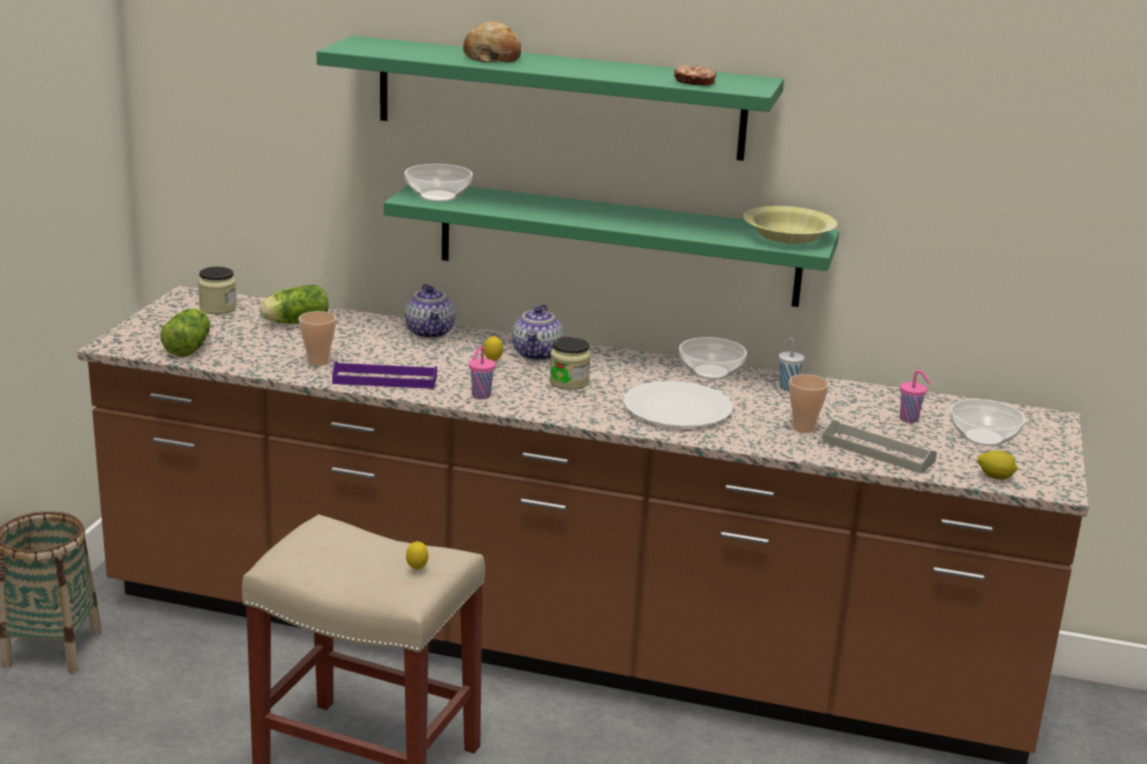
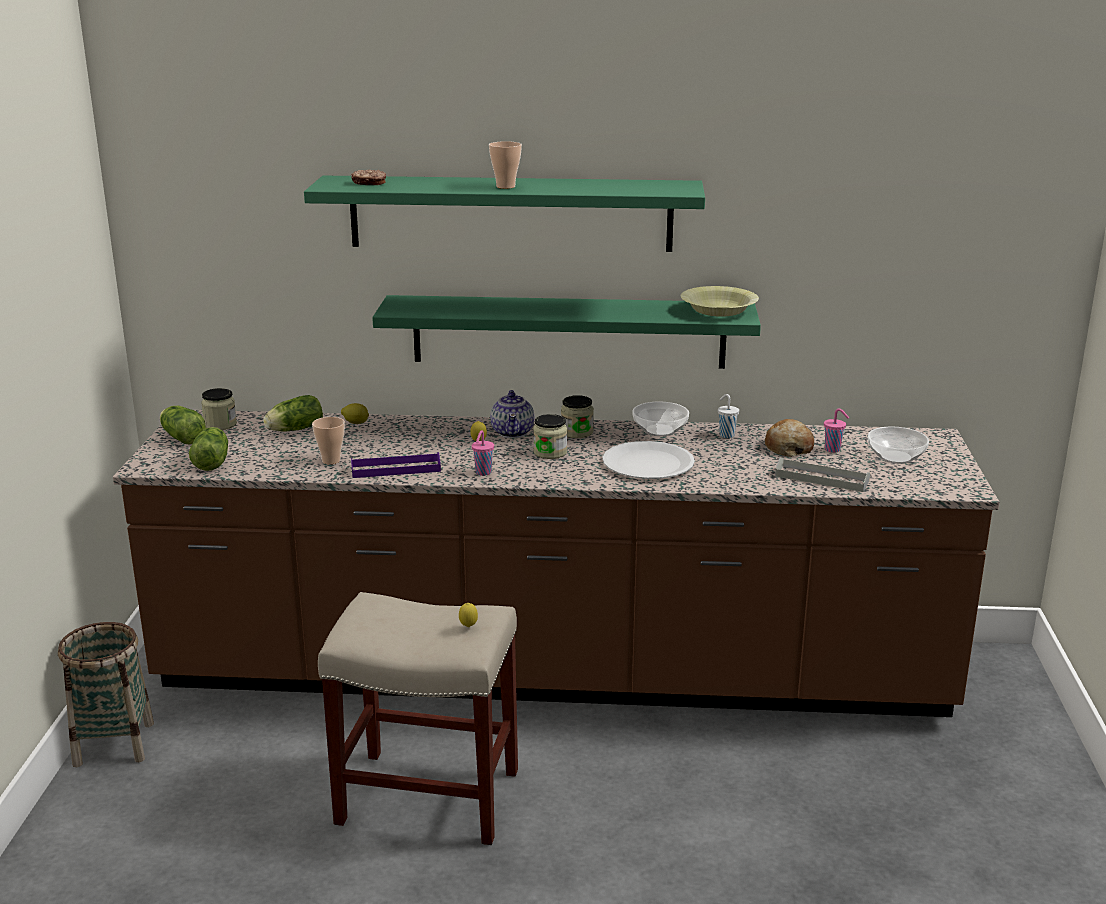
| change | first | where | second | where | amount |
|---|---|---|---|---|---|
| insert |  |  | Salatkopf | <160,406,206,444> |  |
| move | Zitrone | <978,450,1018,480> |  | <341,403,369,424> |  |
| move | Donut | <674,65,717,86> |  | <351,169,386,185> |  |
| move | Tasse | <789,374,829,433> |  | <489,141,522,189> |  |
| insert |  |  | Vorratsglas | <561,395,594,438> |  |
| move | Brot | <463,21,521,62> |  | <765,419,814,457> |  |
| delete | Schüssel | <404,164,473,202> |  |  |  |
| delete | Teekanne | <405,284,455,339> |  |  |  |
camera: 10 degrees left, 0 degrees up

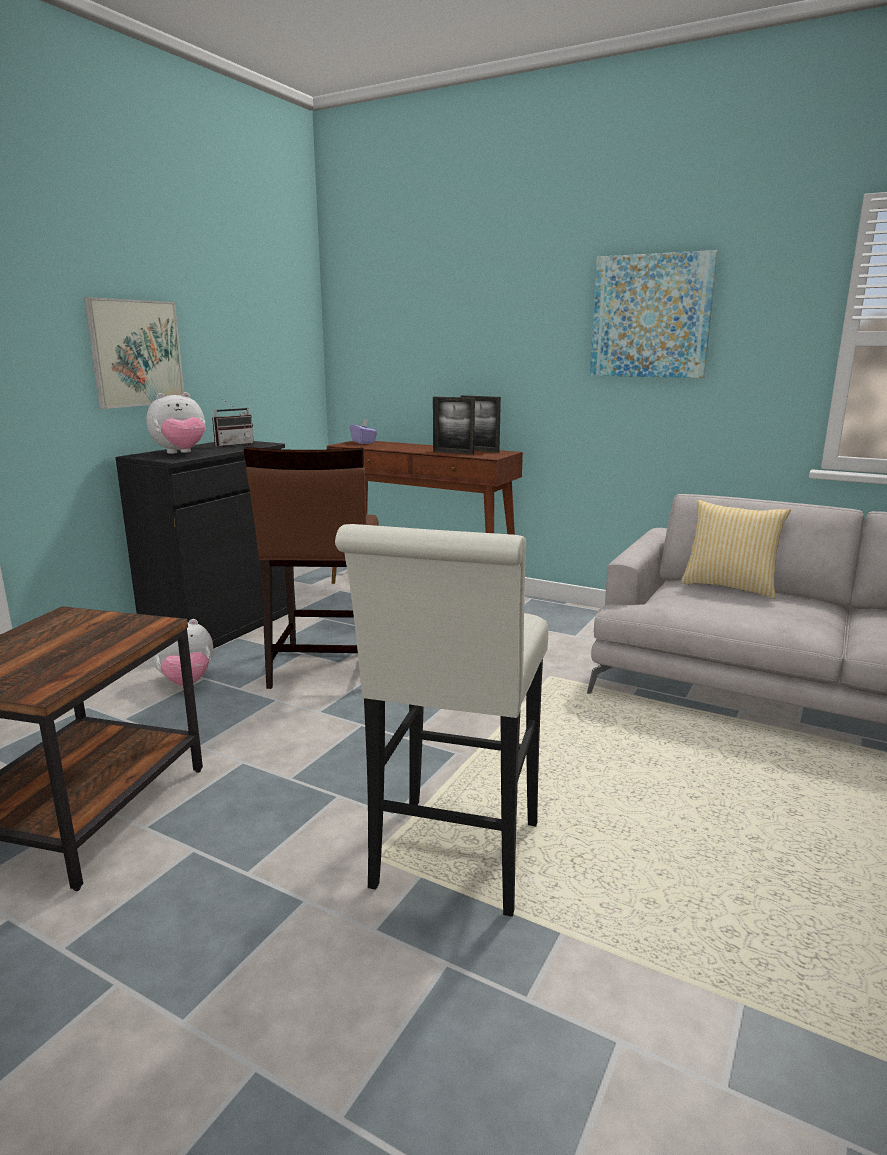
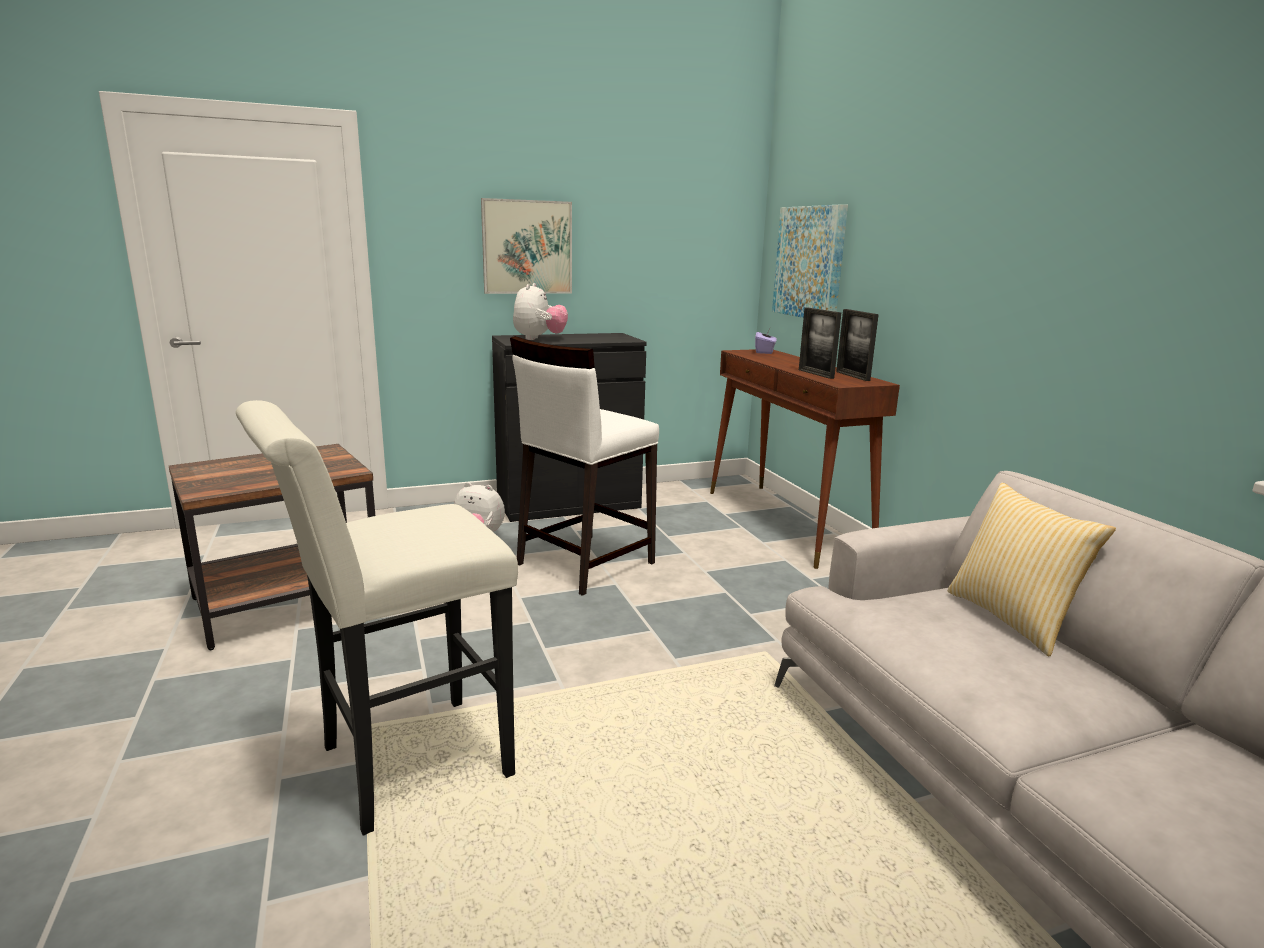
| change | first | where | second | where | amount |
|---|---|---|---|---|---|
| recolor | Hocker/braun | <244,447,379,689> | Hocker/weiß | <510,336,659,596> |  |
| rotate | Plüschtier | <146,392,205,454> |  | <513,283,568,340> | 90 degrees counterclockwise |
| move | Bild | <590,250,718,378> |  | <772,204,848,318> |  |
| delete | Radio | <212,398,254,447> |  |  |  |
camera: 40 degrees right, 0 degrees up

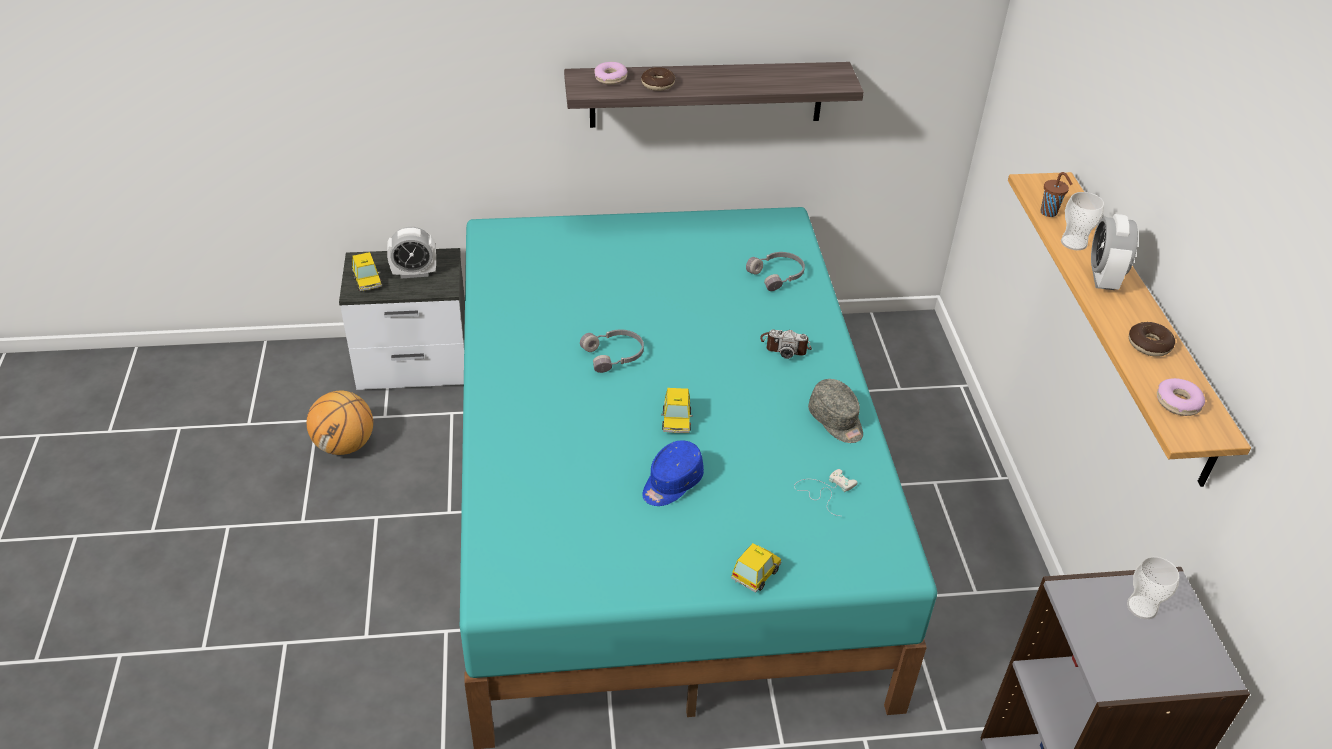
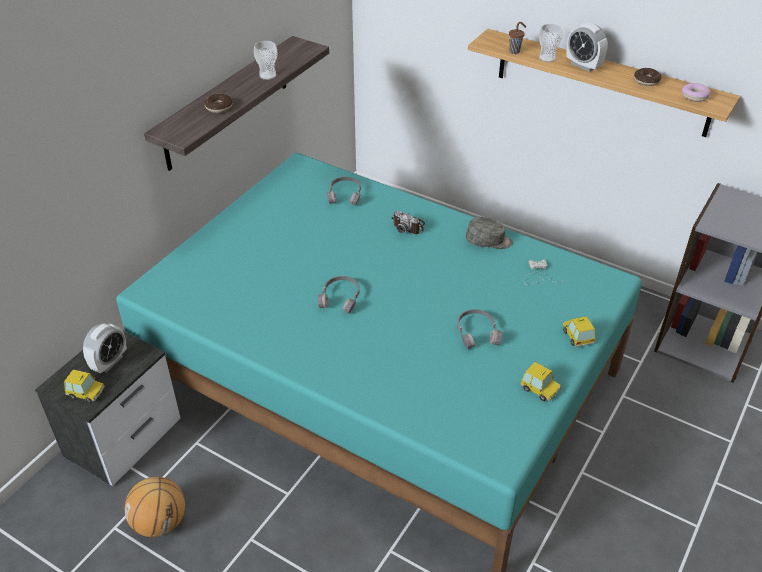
| change | first | where | second | where | amount |
|---|---|---|---|---|---|
| move | Tasse | <1127,557,1179,619> |  | <254,41,278,80> |  |
| rotate | Kamera | <760,329,812,359> |  | <392,211,425,234> | 75 degrees clockwise |
| replace | Kappe/blau | <642,440,704,506> | Kopfhörer/grau | <457,309,502,349> |  |
| move | Spielzeugauto | <661,388,693,433> |  | <520,362,561,401> |  |
| delete | Donut | <594,62,627,85> |  |  |  |
camera: 50 degrees left, 0 degrees up

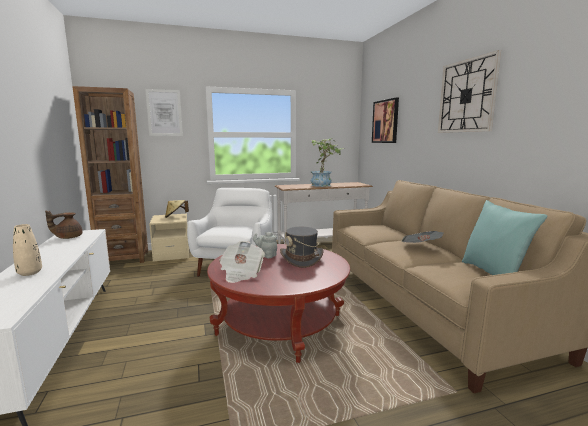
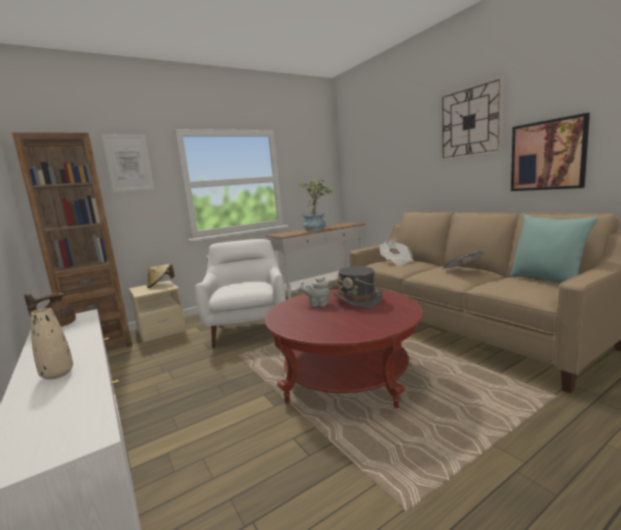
| change | first | where | second | where | amount |
|---|---|---|---|---|---|
| move | Zeitung | <219,241,265,283> |  | <379,241,413,265> |  |
| move | Bild | <372,98,399,143> |  | <511,113,590,191> |  |
camera: 15 degrees left, 0 degrees up

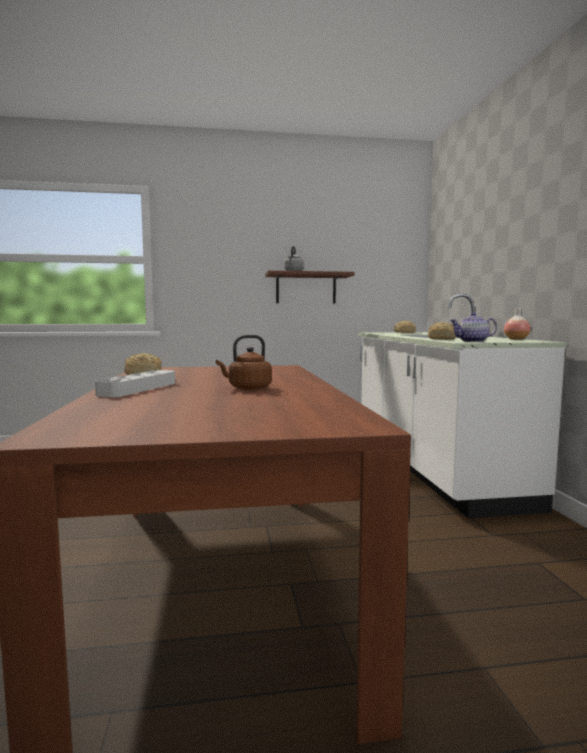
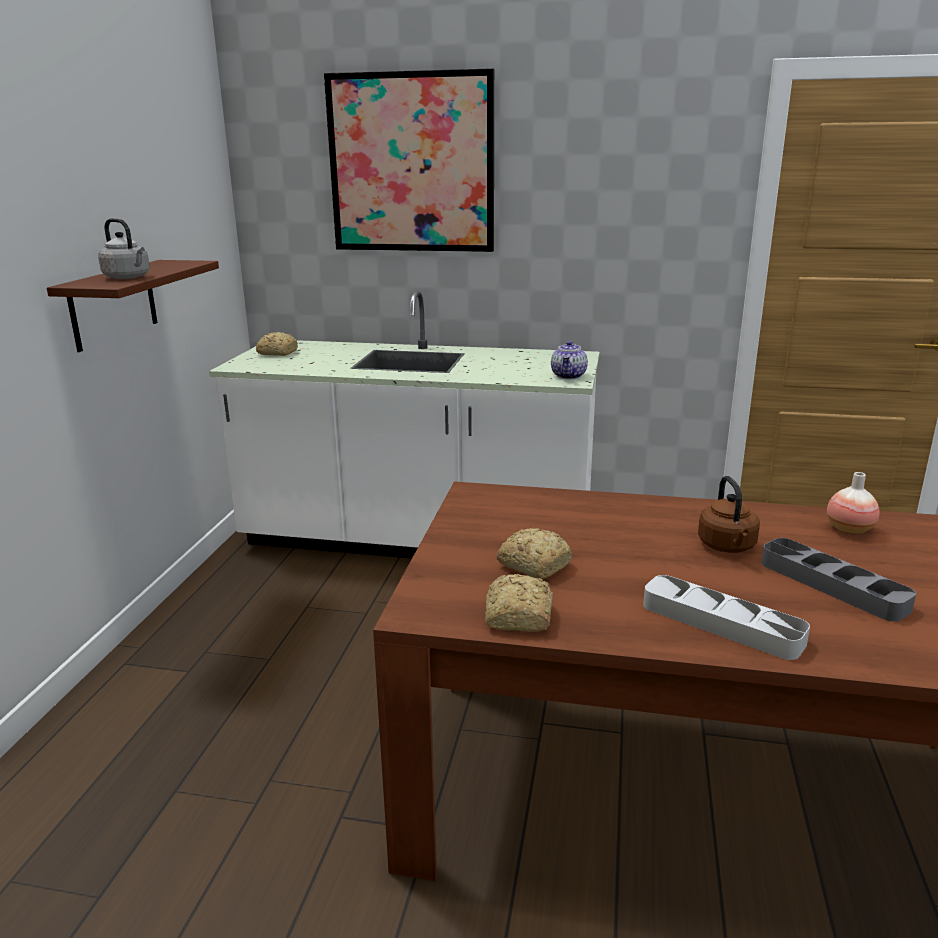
| change | first | where | second | where | amount |
|---|---|---|---|---|---|
| insert |  |  | Bild | <324,68,494,252> |  |
| move | Brot | <428,322,456,340> |  | <497,528,572,579> |  |
| insert |  |  | Tablett/grau | <761,538,916,622> |  |
| move | Vase | <504,308,530,340> |  | <827,472,879,535> |  |
camera: 70 degrees left, 15 degrees up

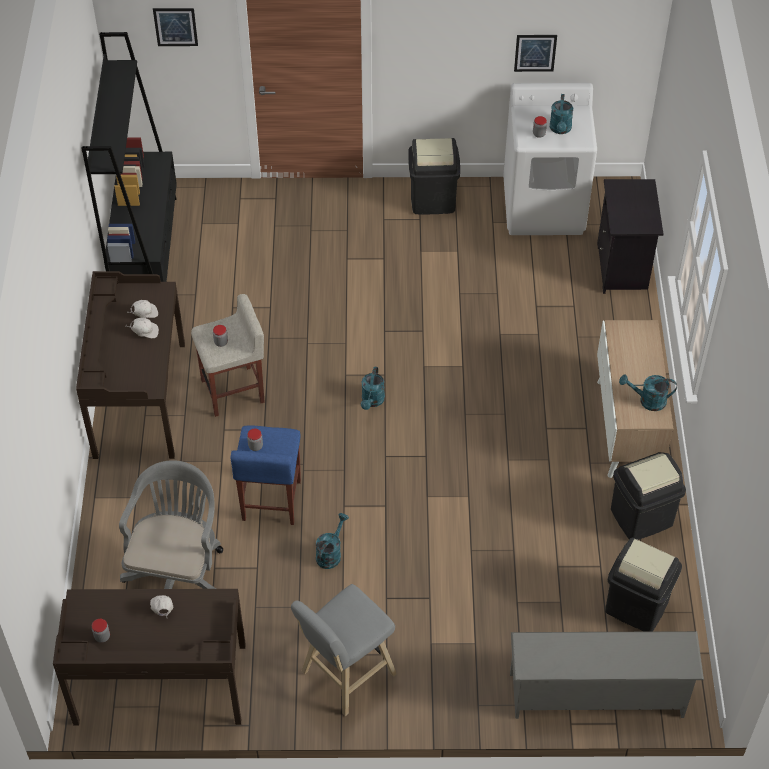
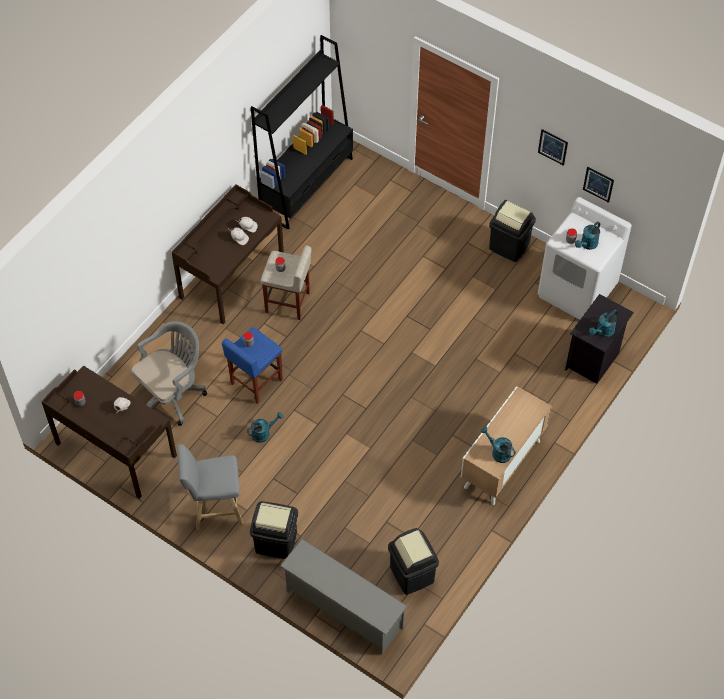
| change | first | where | second | where | amount |
|---|---|---|---|---|---|
| move | Mülleimer/schwarz | <611,452,686,540> |  | <250,501,298,559> |  |
| move | Bild | <153,8,198,46> |  | <538,129,568,166> |  |
| move | Gießkanne/türkis | <361,366,385,410> |  | <589,310,618,337> |  |
camera: 35 degrees right, 5 degrees up

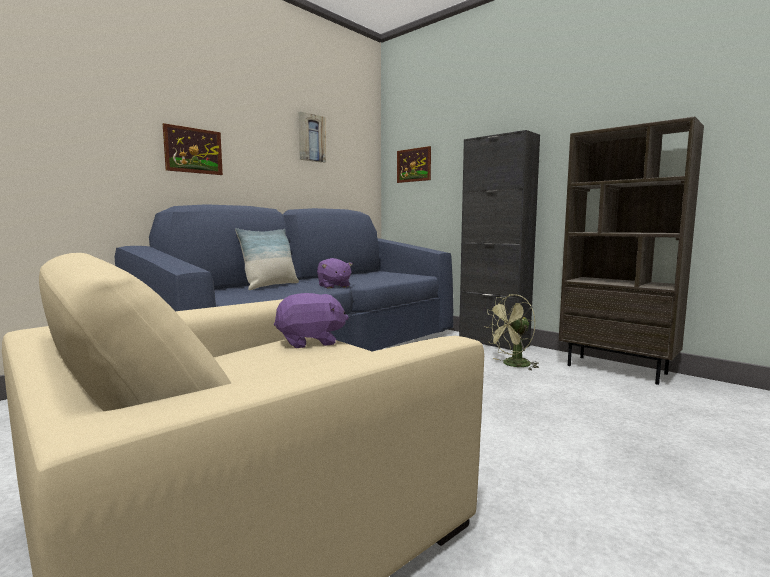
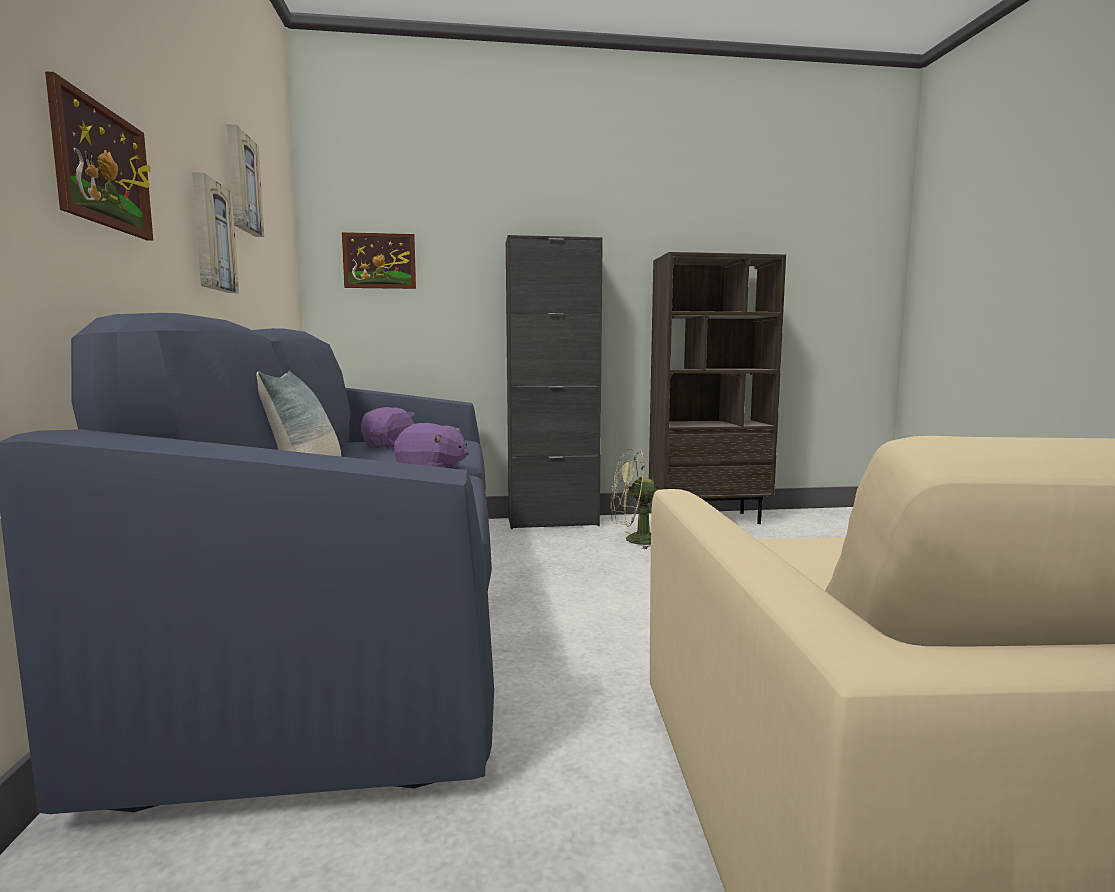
| change | first | where | second | where | amount |
|---|---|---|---|---|---|
| insert |  |  | Bild | <192,172,239,293> |  |
| move | Plüschtier/lila | <274,293,349,348> |  | <361,407,415,448> |  |
| rotate | Ventilator/grün | <484,294,538,371> |  | <610,449,658,549> | 75 degrees clockwise |
camera: 50 degrees left, 0 degrees up

